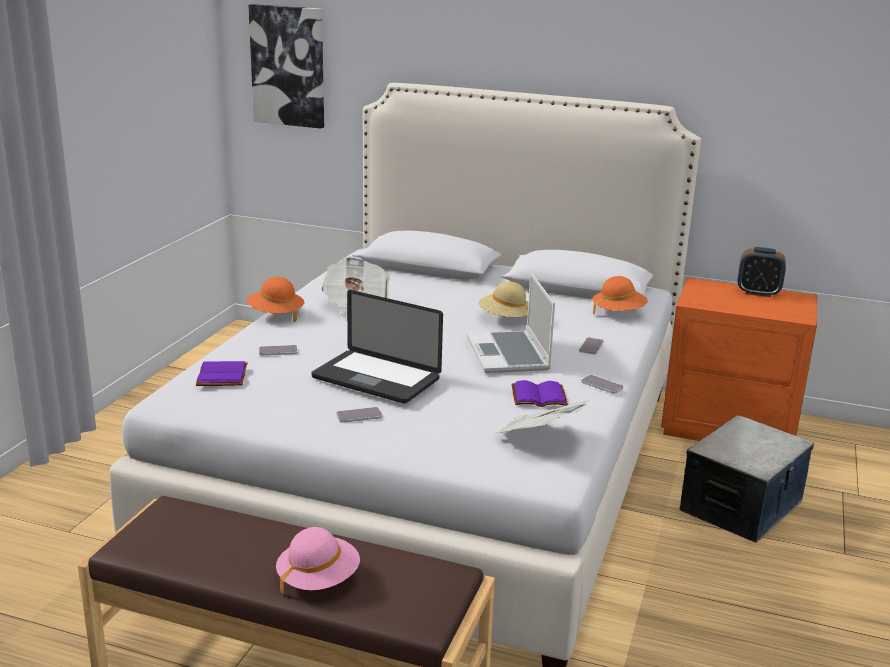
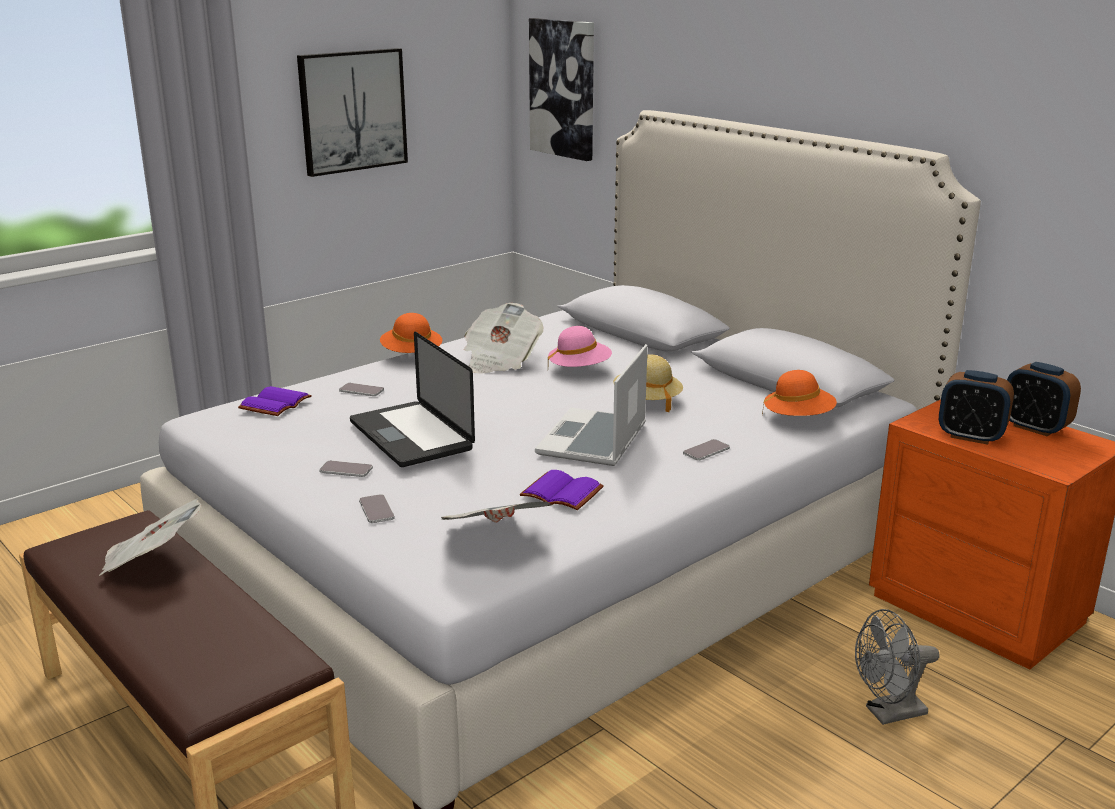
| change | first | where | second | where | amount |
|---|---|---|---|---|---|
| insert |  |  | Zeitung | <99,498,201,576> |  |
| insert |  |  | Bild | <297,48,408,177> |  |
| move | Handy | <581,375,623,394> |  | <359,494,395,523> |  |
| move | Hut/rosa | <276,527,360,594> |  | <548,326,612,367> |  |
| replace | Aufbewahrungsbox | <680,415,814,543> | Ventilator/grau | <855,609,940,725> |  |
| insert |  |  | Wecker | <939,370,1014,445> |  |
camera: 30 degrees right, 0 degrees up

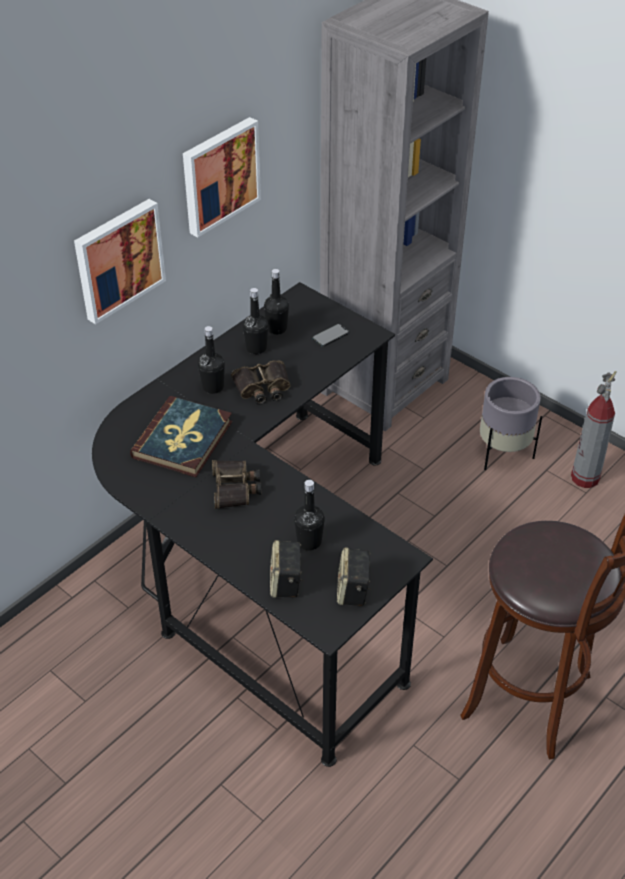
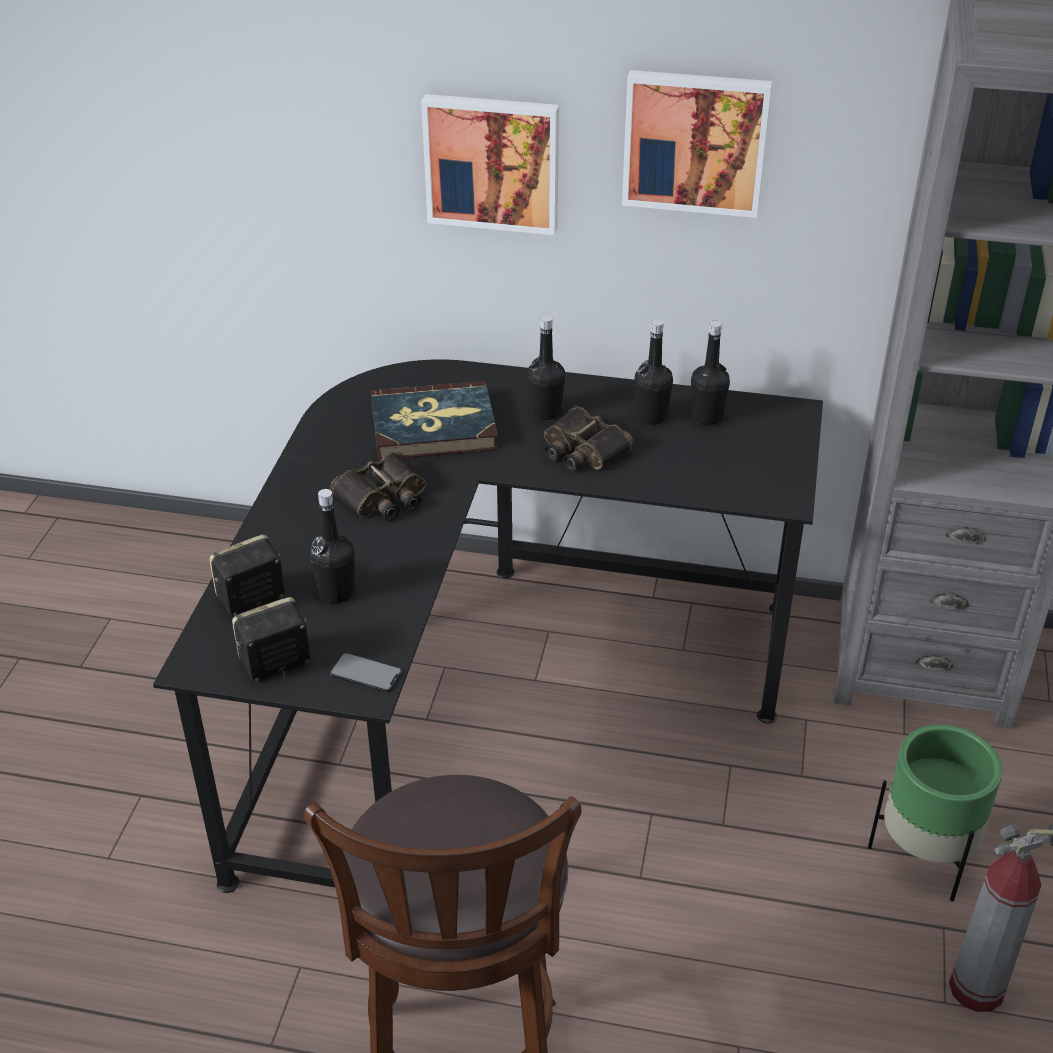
| change | first | where | second | where | amount |
|---|---|---|---|---|---|
| move | Handy | <312,324,349,347> |  | <330,653,402,692> |  |
| recolor | Pflanzkübel/grau | <480,377,542,470> | Pflanzkübel/grün | <868,724,1002,902> |  |
camera: 60 degrees right, 5 degrees down

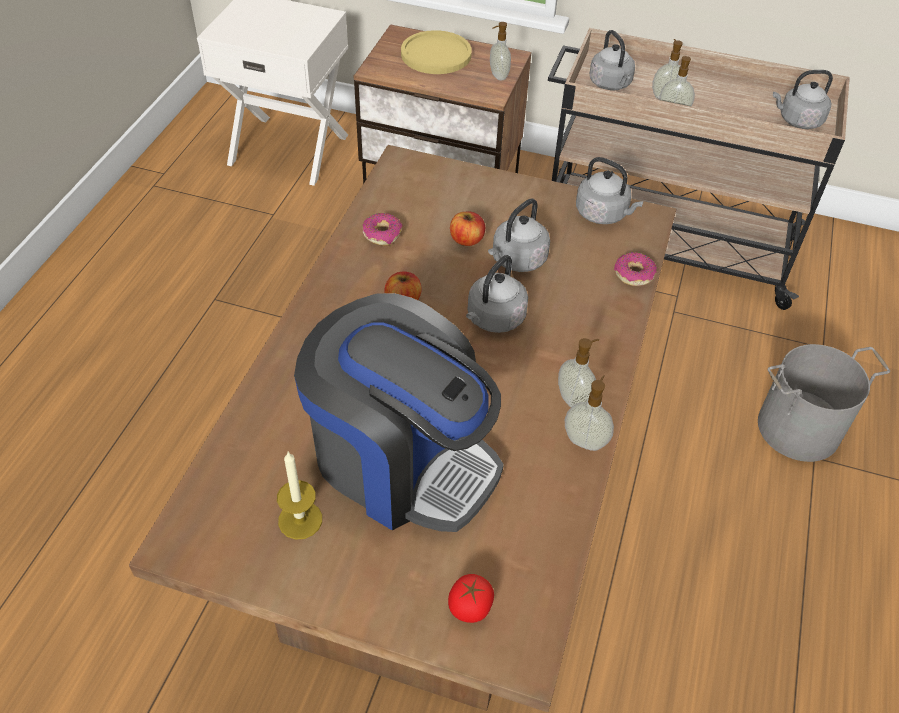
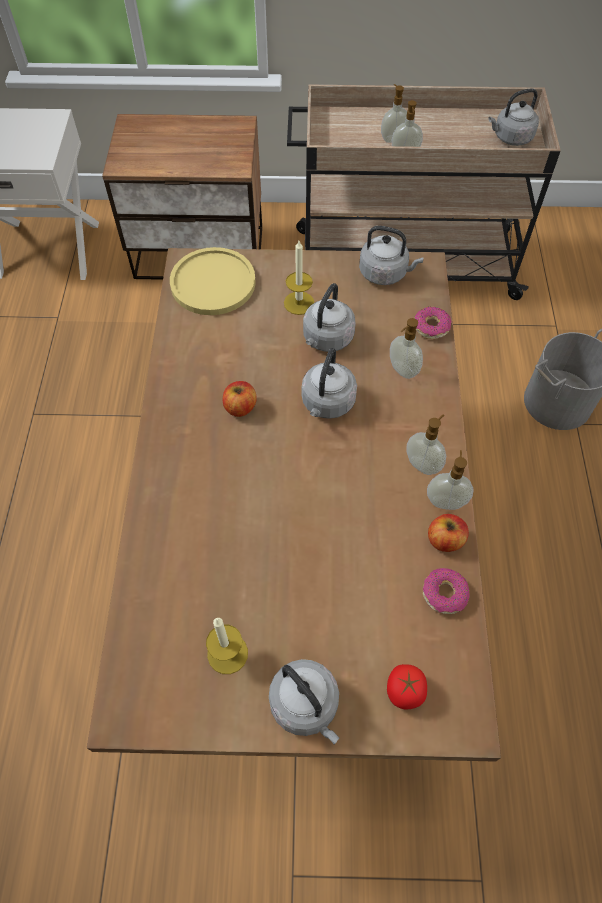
| change | first | where | second | where | amount |
|---|---|---|---|---|---|
| move | Teller/gelb | <401,30,472,74> |  | <170,247,256,315> |  |
| move | Wasserkessel/grau | <590,30,635,91> |  | <269,659,339,745> |  |
| insert |  |  | Kerze | <284,241,314,315> |  |
| move | Seifenspender | <490,22,511,80> |  | <390,318,423,379> |  |
| move | Donut | <363,213,403,246> |  | <423,568,470,614> |  |
| move | Apfel | <450,211,485,246> |  | <428,514,469,552> |  |
| delete | Kaffeemaschine | <294,293,504,532> |  |  |  |
camera: 15 degrees left, 10 degrees up

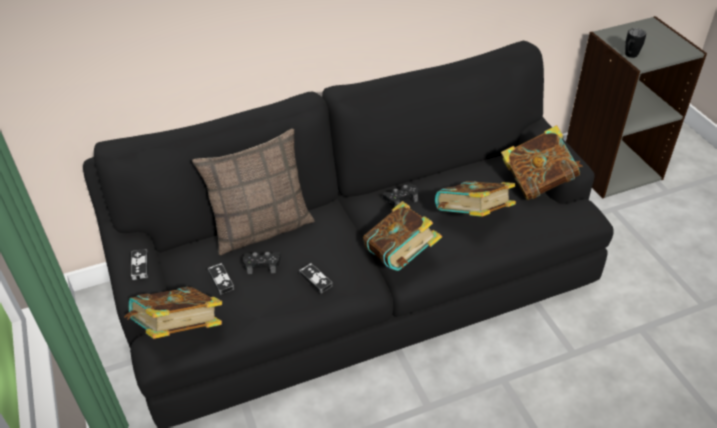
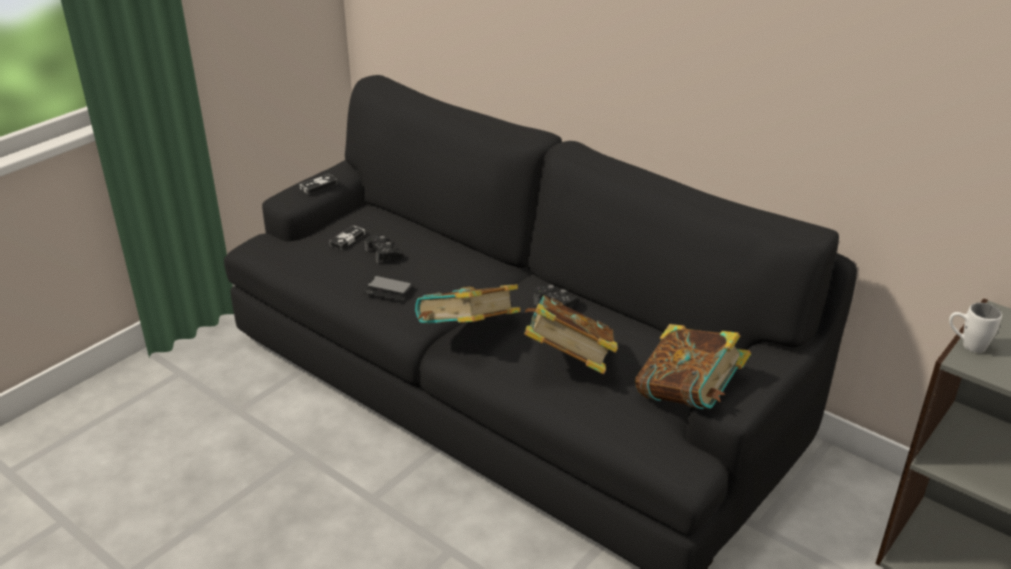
| change | first | where | second | where | amount |
|---|---|---|---|---|---|
| replace | Gamepad | <299,263,333,293> | Handy | <364,275,412,301> |  |
| recolor | Henkelbecher/schwarz | <625,28,646,58> | Henkelbecher/weiß | <949,303,1002,353> |  |
| delete | Buch | <125,287,222,339> |  |  |  |
| delete | Kissen | <192,129,314,255> |  |  |  |
camera: 60 degrees right, 10 degrees down

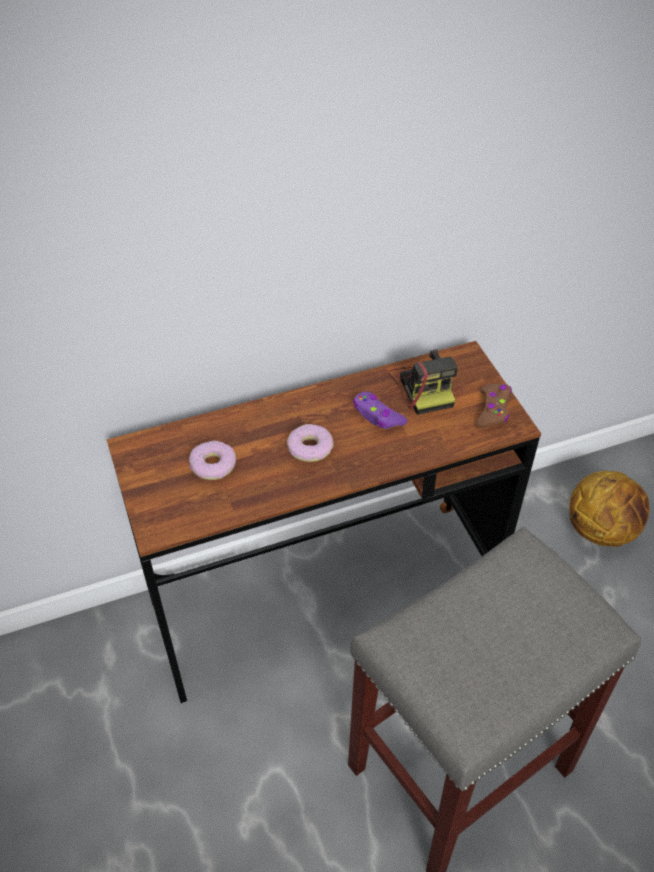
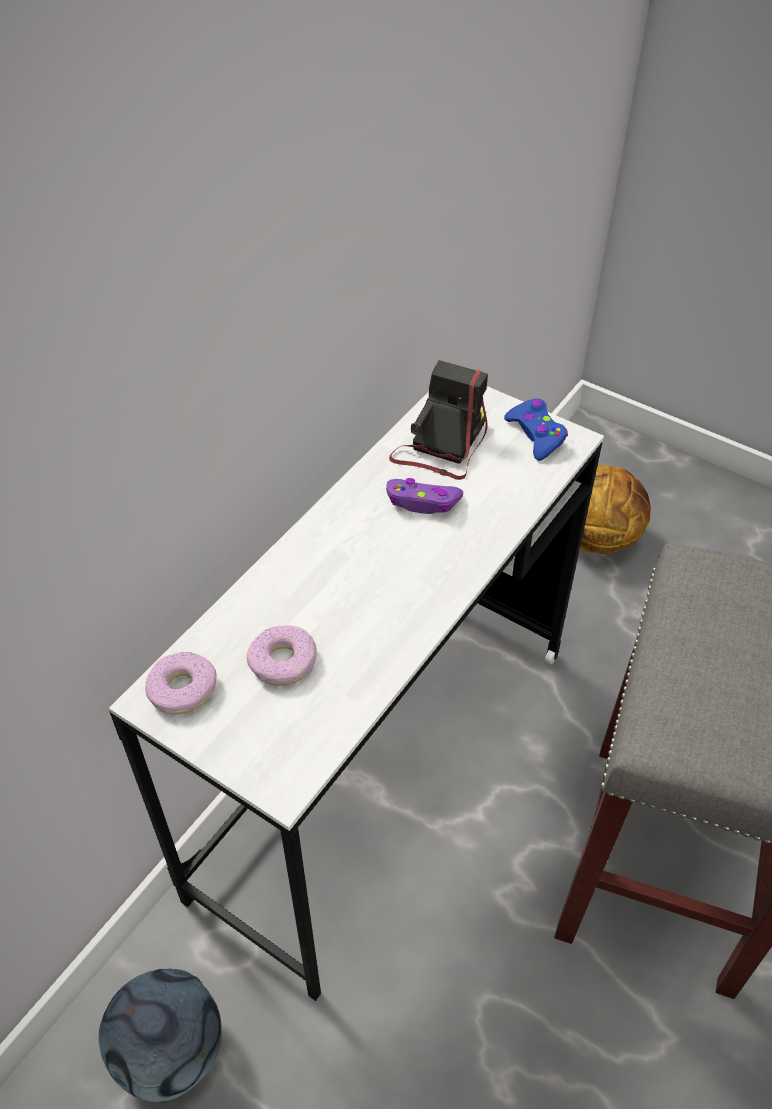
| change | first | where | second | where | amount |
|---|---|---|---|---|---|
| insert |  |  | Fußball | <99,968,222,1102> |  |
| recolor | Schreibtisch/braun | <107,341,541,703> | Schreibtisch/weiß | <109,386,604,1001> |  |
| move | Donut | <287,424,334,462> |  | <145,652,217,715> |  |
| rotate | Kamera | <389,349,458,415> |  | <389,360,488,480> | 105 degrees counterclockwise |
| recolor | Gamepad/braun | <476,383,512,428> | Gamepad/blau | <504,399,568,461> |  |
camera: 35 degrees left, 0 degrees up

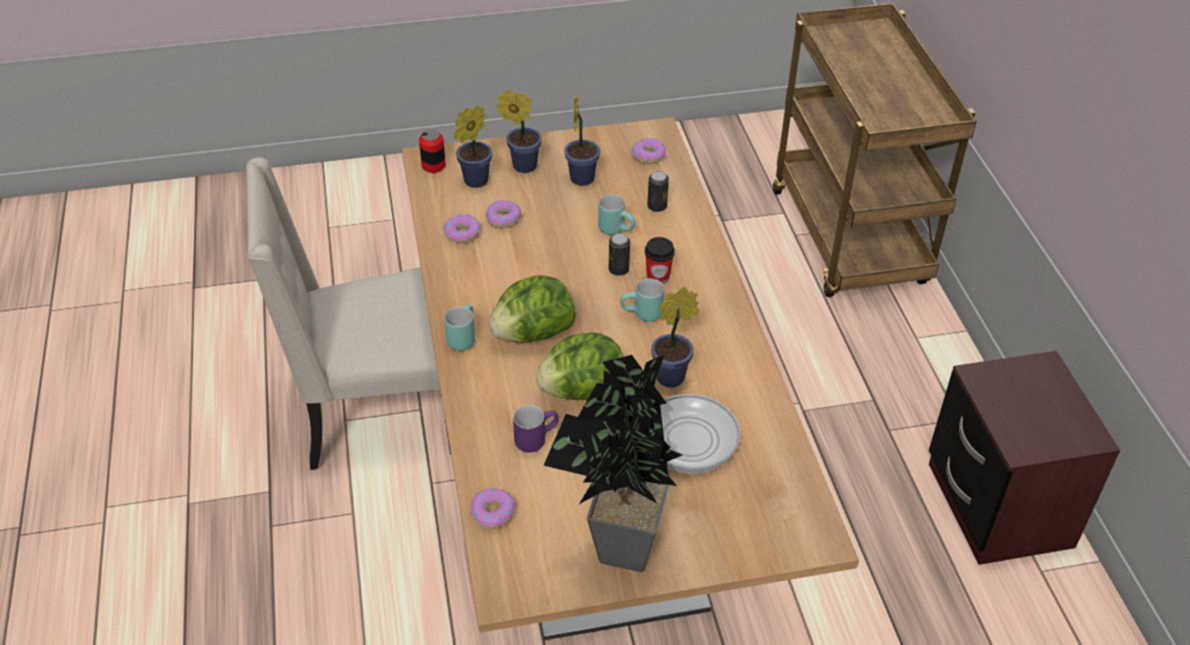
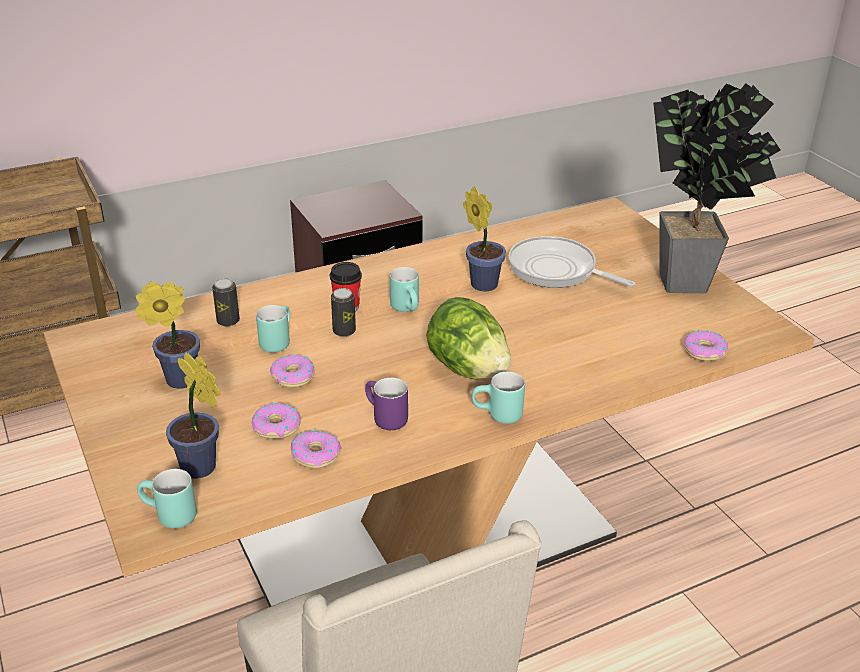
| change | first | where | second | where | amount |
|---|---|---|---|---|---|
| replace | Dose | <419,130,446,173> | Henkelbecher/türkis | <137,469,197,529> |  |
| move | Donut | <632,138,666,164> |  | <270,354,315,388> |  |
| move | Henkelbecher/lila | <513,405,559,452> |  | <365,378,408,430> |  |
| delete | Topfpflanze | <496,89,542,173> |  |  |  |
| delete | Salatkopf | <536,333,624,400> |  |  |  |
camera: 105 degrees left, 10 degrees down

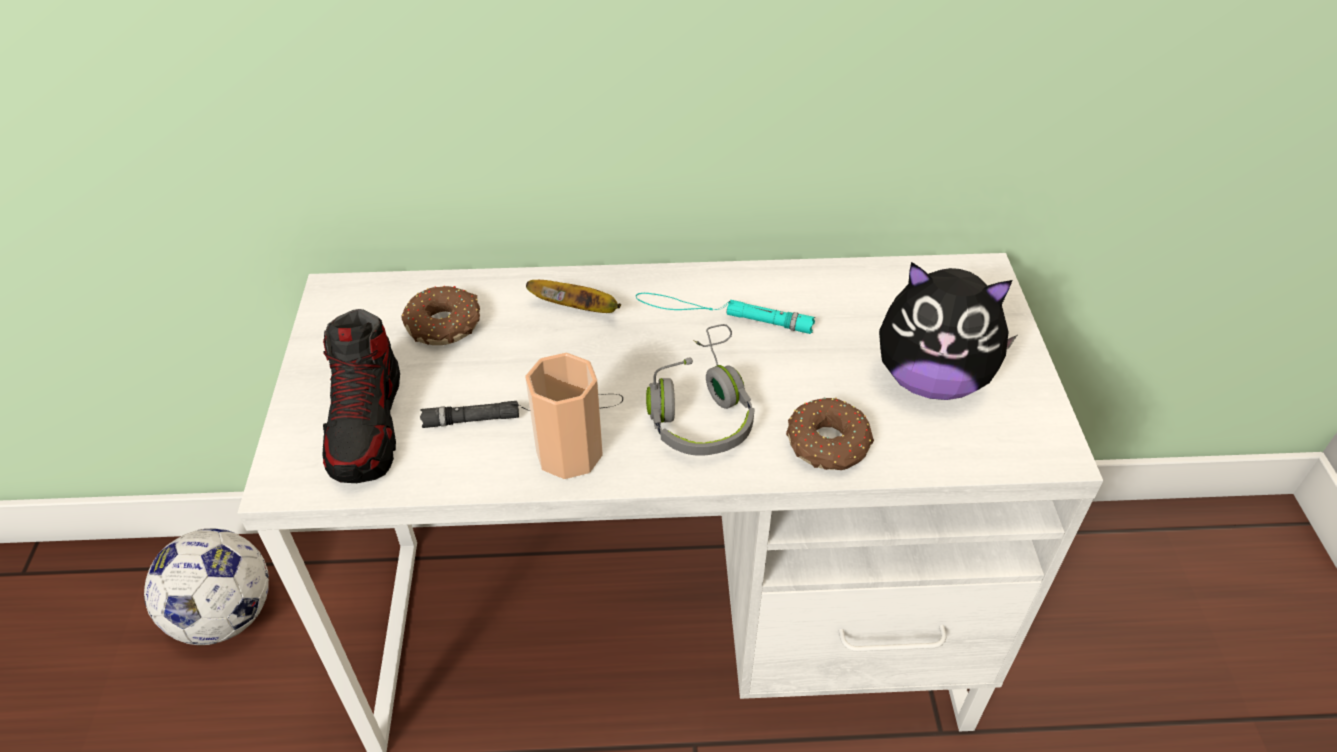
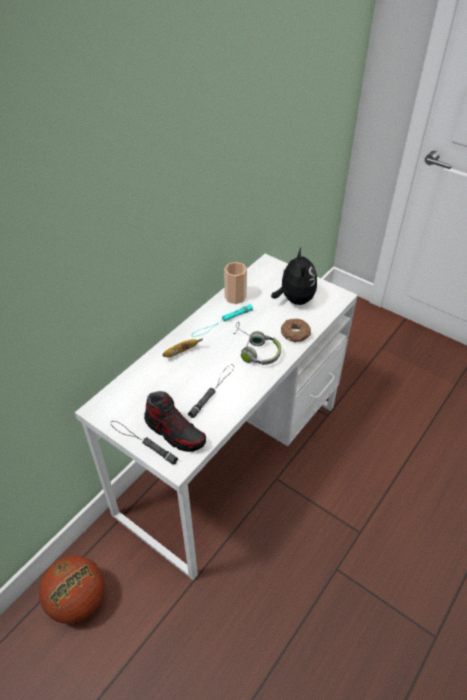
| change | first | where | second | where | amount |
|---|---|---|---|---|---|
| replace | Fußball | <144,528,269,645> | Basketball | <39,555,105,624> |  |
| insert |  |  | Taschenlampe/schwarz | <111,421,178,465> |  |
| move | Tasse | <525,353,603,479> |  | <224,262,247,304> |  |
| rotate | Plüschtier | <879,262,1017,400> |  | <271,248,317,305> | 60 degrees counterclockwise |
| delete | Donut | <401,286,480,345> |  |  |  |
camera: 50 degrees left, 0 degrees up

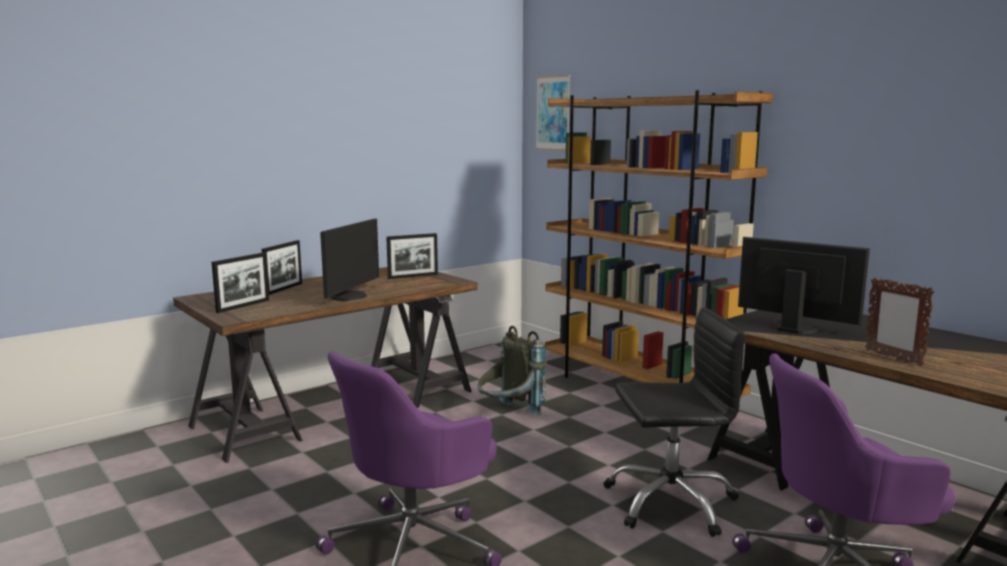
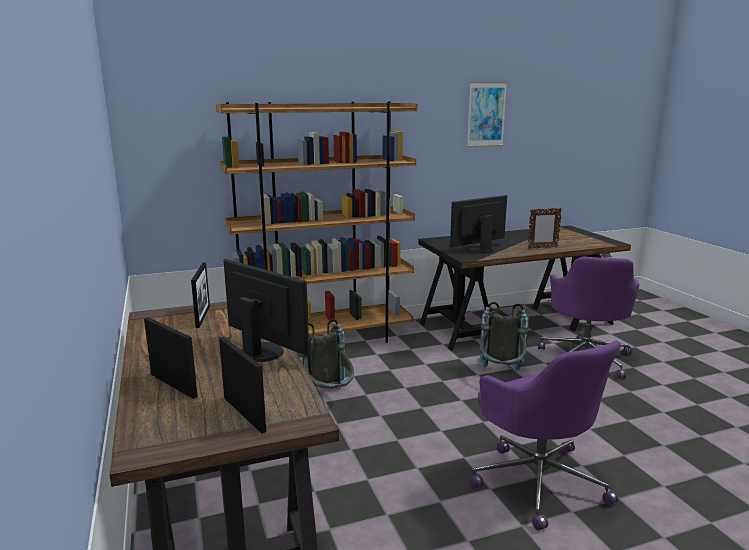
| change | first | where | second | where | amount |
|---|---|---|---|---|---|
| move | Bild | <536,75,571,151> |  | <467,82,507,147> |  |
| replace | Bürostuhl/schwarz | <603,307,746,537> | Rucksack/grau | <477,302,529,371> |  |
camera: 70 degrees left, 5 degrees up

